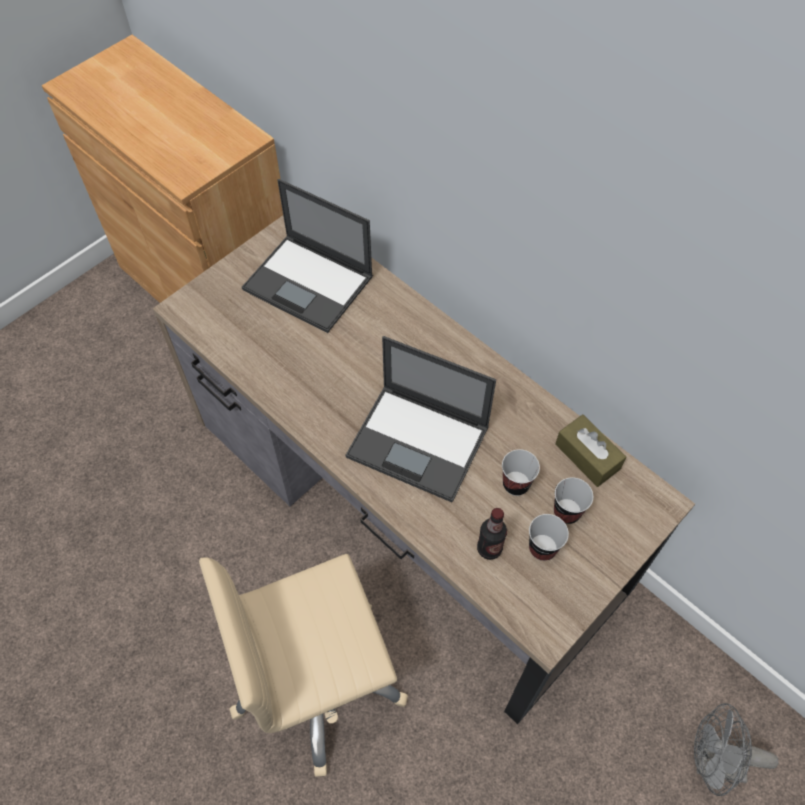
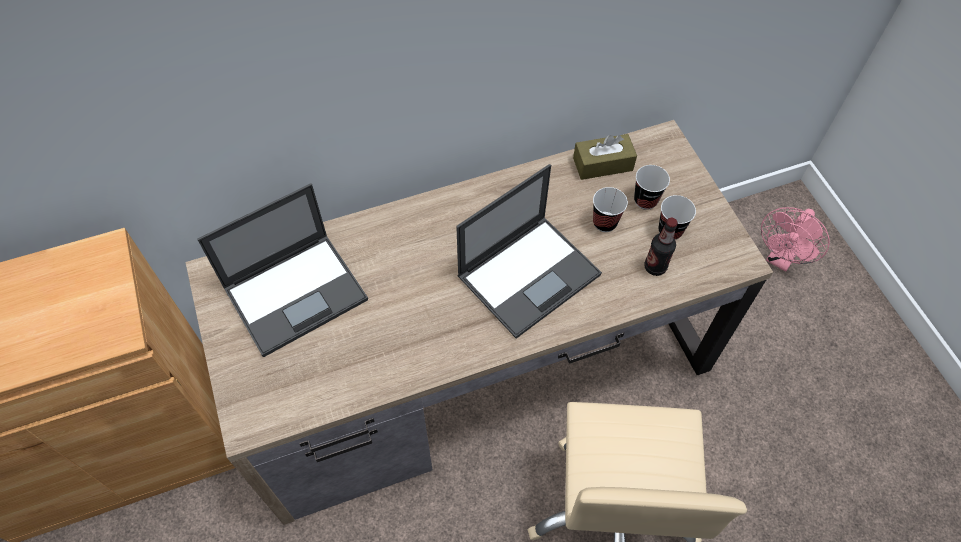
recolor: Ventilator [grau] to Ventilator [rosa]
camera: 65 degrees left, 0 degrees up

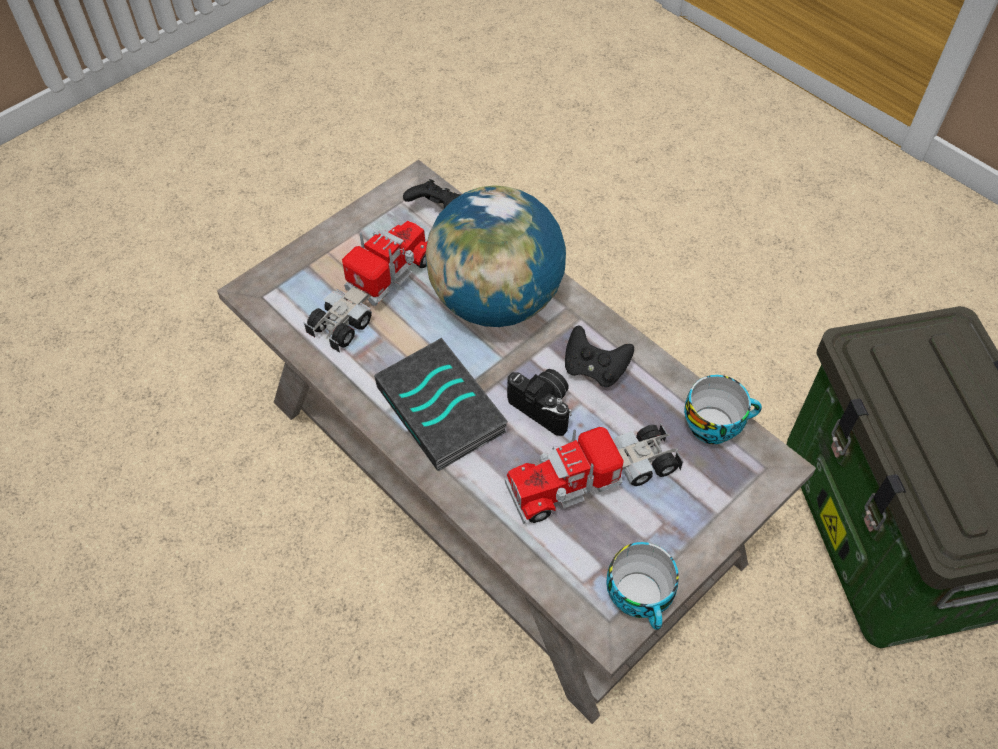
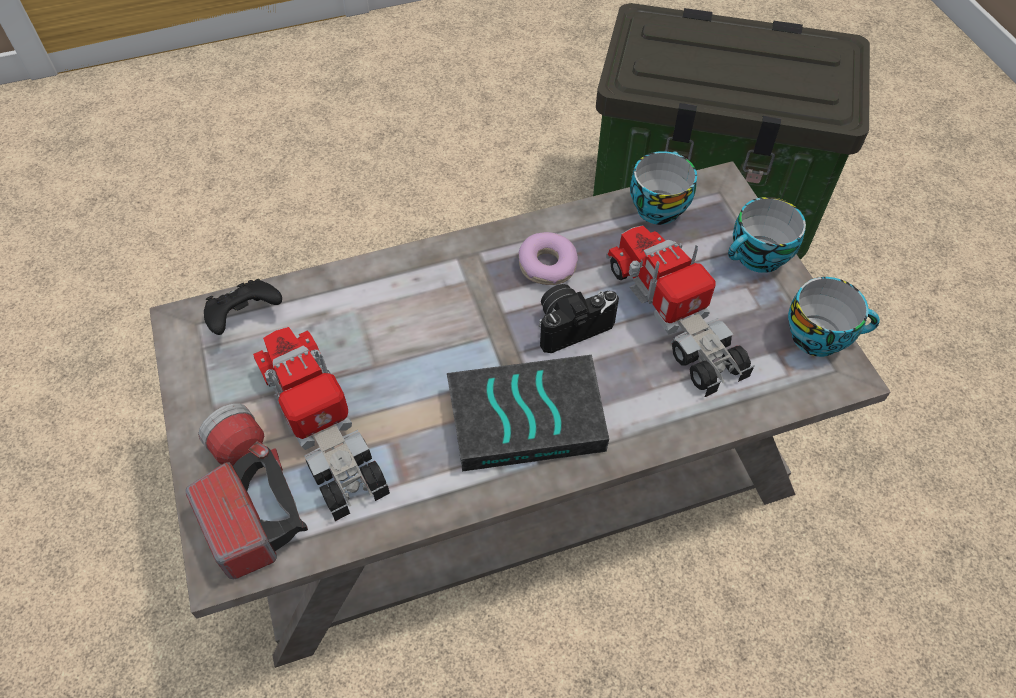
delete: Globus
insert: Taschenlampe; Tasse (2nd from left)
replace: Gamepad [schwarz] (2nd from left) to Donut
rotate: Spielzeuglaster (2nd from left) 150 degrees clockwise
camera: 65 degrees left, 0 degrees up

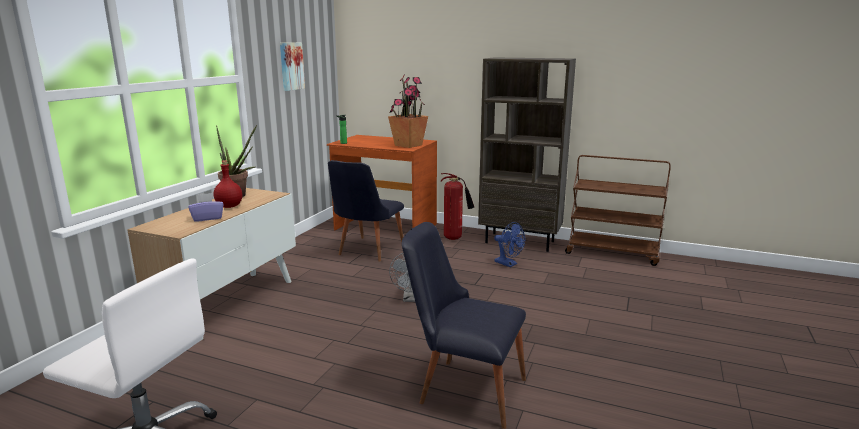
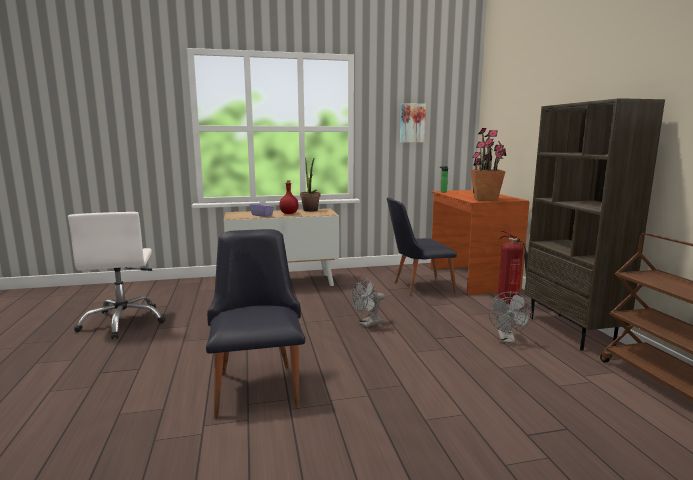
recolor: Ventilator [blau] to Ventilator [grau] (2nd from left)
camera: 55 degrees right, 5 degrees down

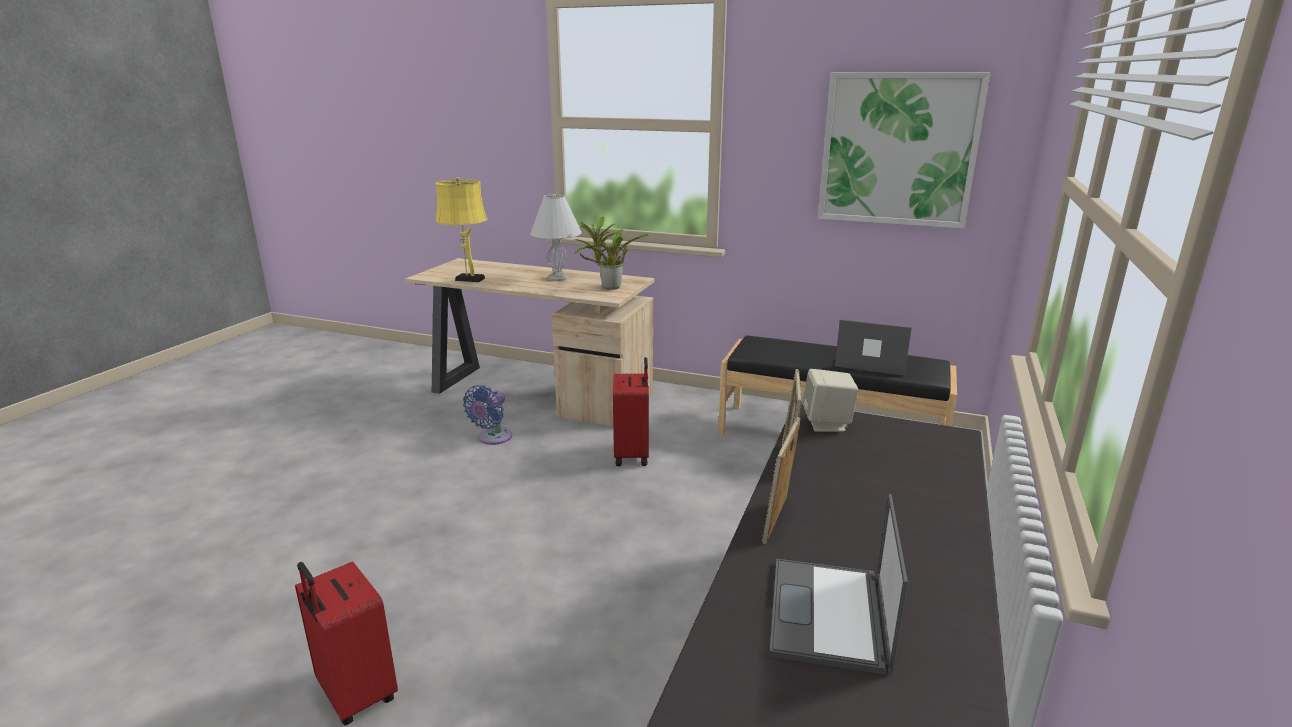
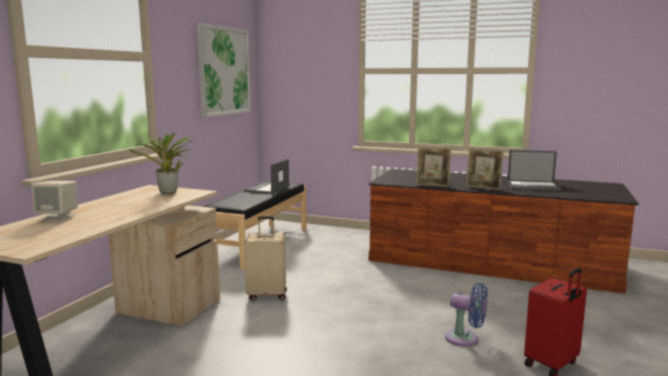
delete: Tischlampe [gelb]; Tischlampe [weiß]
move: Lautsprecher [beige]; Ventilator [blau]
recolor: Koffer [rot] (2nd from left) to Koffer [beige]
camera: 90 degrees left, 10 degrees down

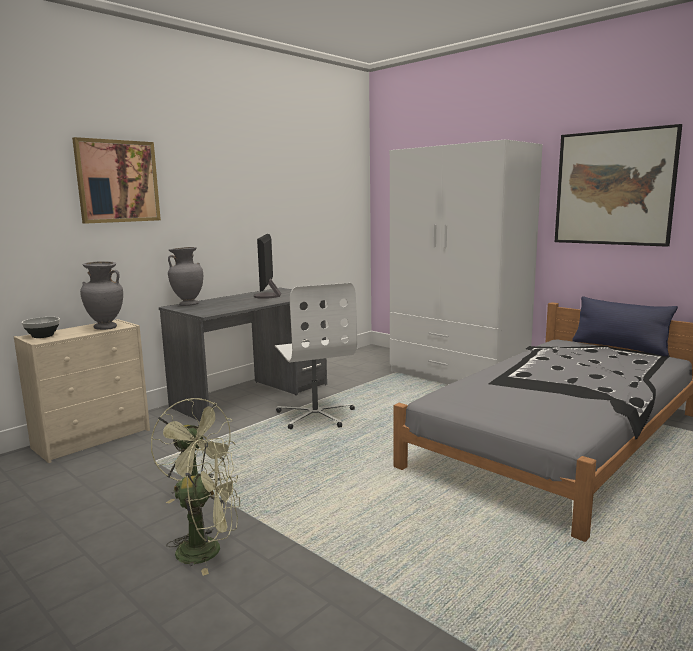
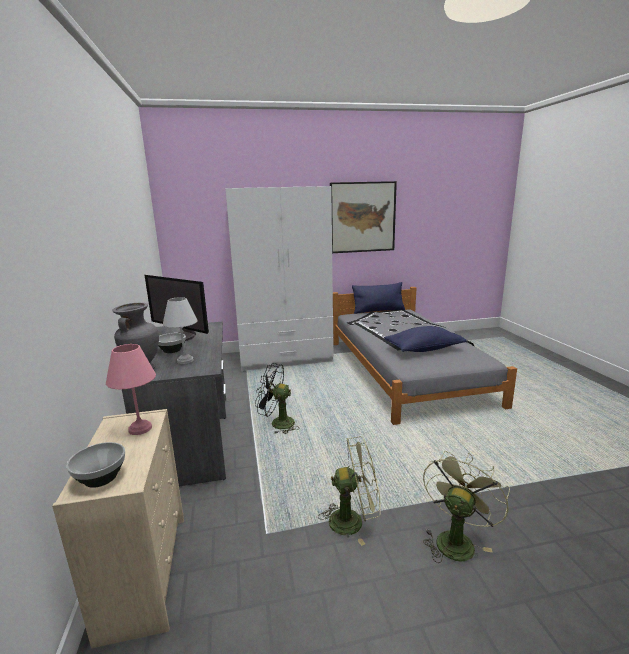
delete: Bild (1st from left)
insert: Schüssel (2nd from left); Tischlampe [weiß]; Kissen [blau] (2nd from left)
replace: Vase [grau] (1st from left) to Tischlampe [rosa]; Bürostuhl [weiß] to Ventilator [schwarz]
camera: 55 degrees left, 5 degrees up

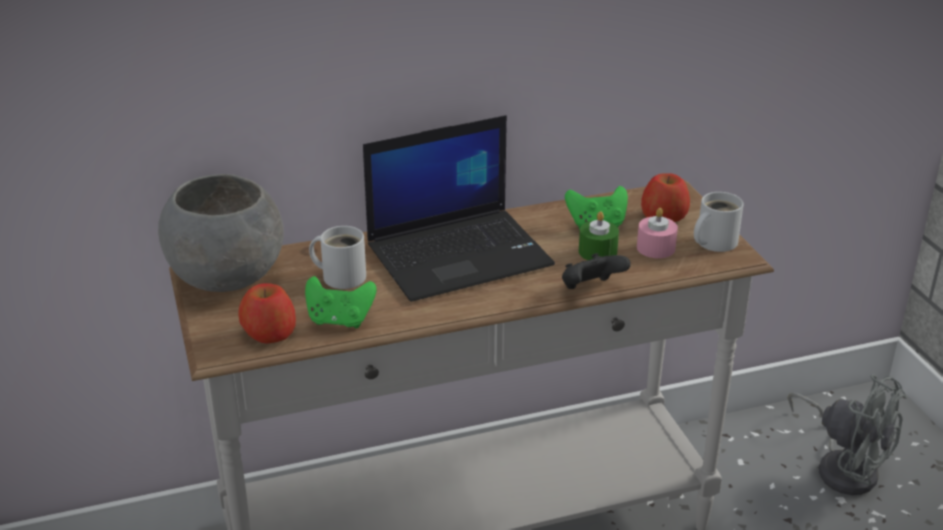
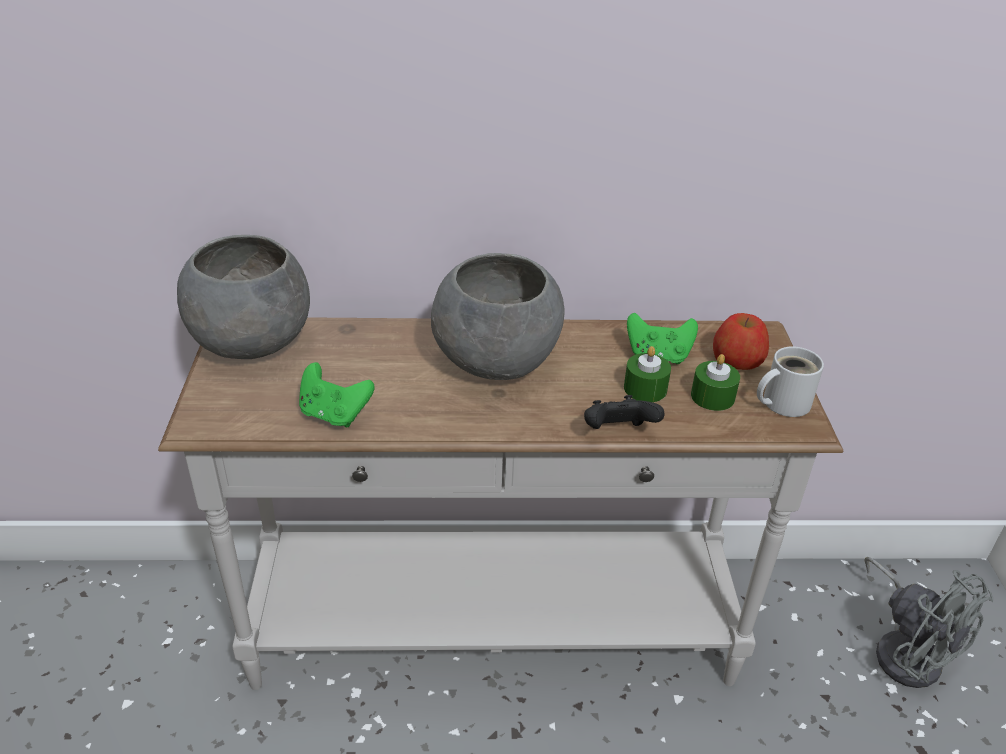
delete: Apfel (1st from left); Henkelbecher [weiß] (1st from left)
replace: Laptop to Schüssel [grau] (2nd from left)
recolor: Kerze [rosa] to Kerze [grün] (2nd from left)
camera: 15 degrees right, 5 degrees up

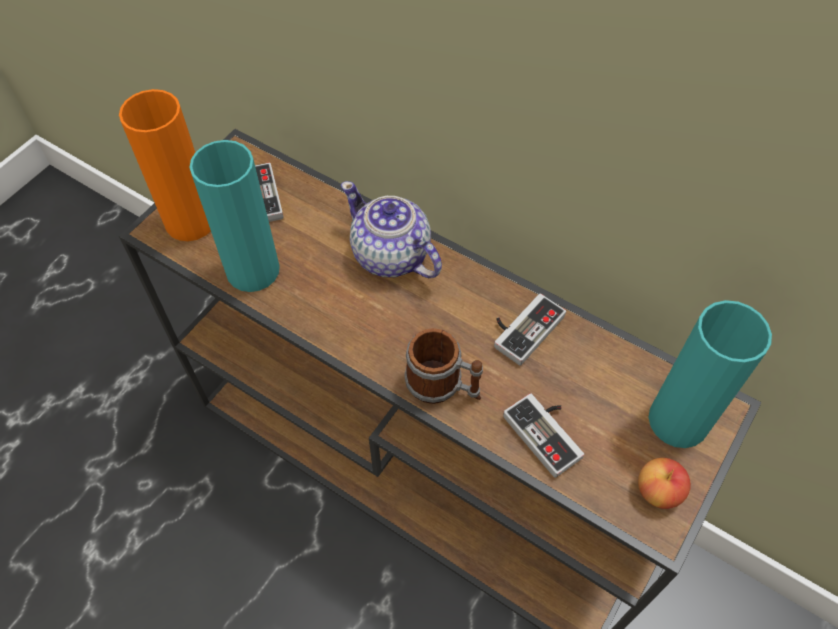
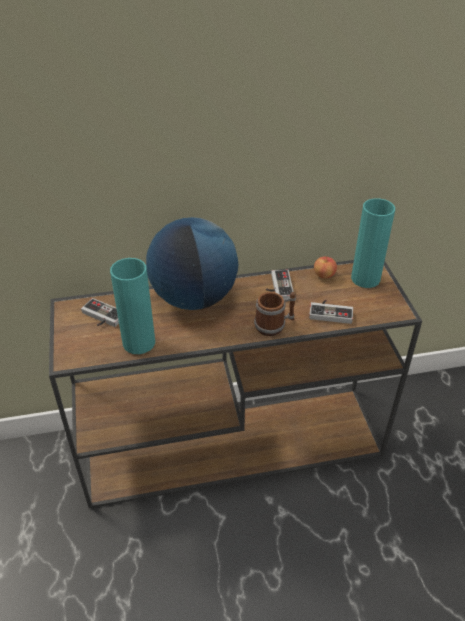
delete: Vase [orange]
move: Apfel
replace: Teekanne to Globus
camera: 45 degrees left, 15 degrees down

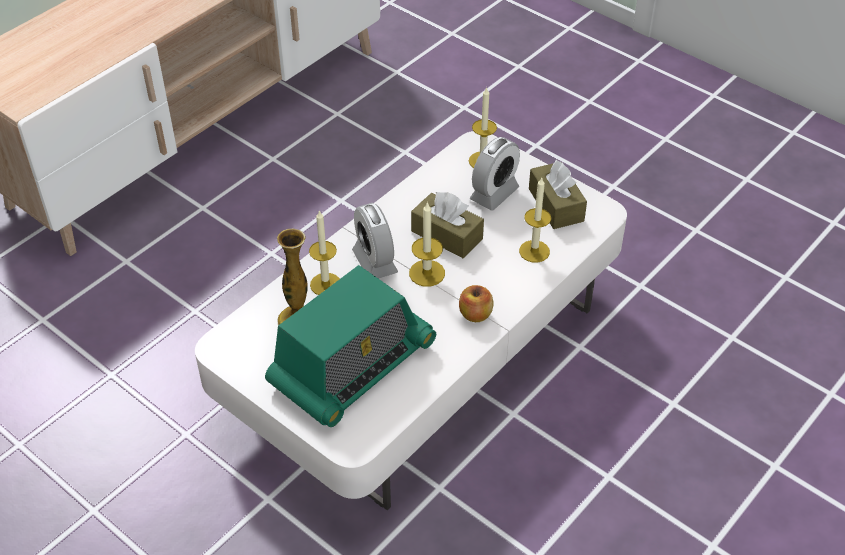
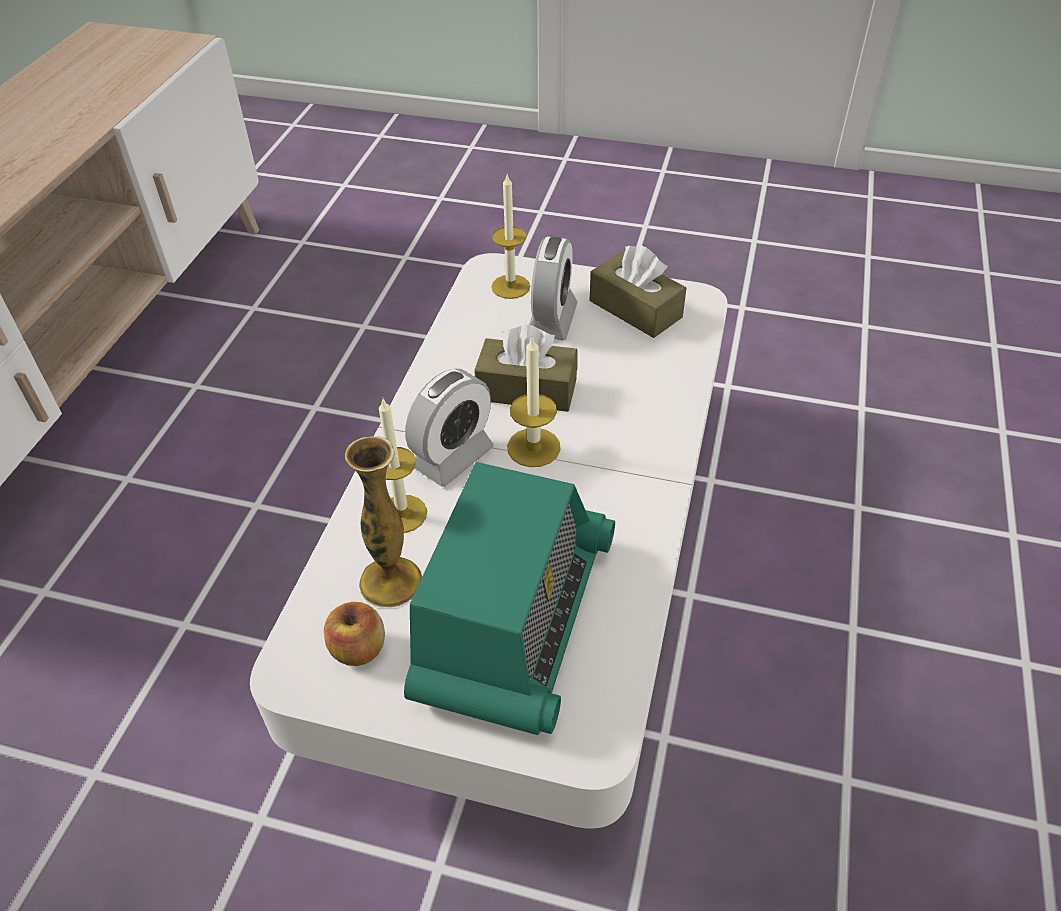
delete: Kerze (4th from left)
move: Apfel
rotate: Wecker (1st from left) 90 degrees counterclockwise
camera: 25 degrees left, 0 degrees up

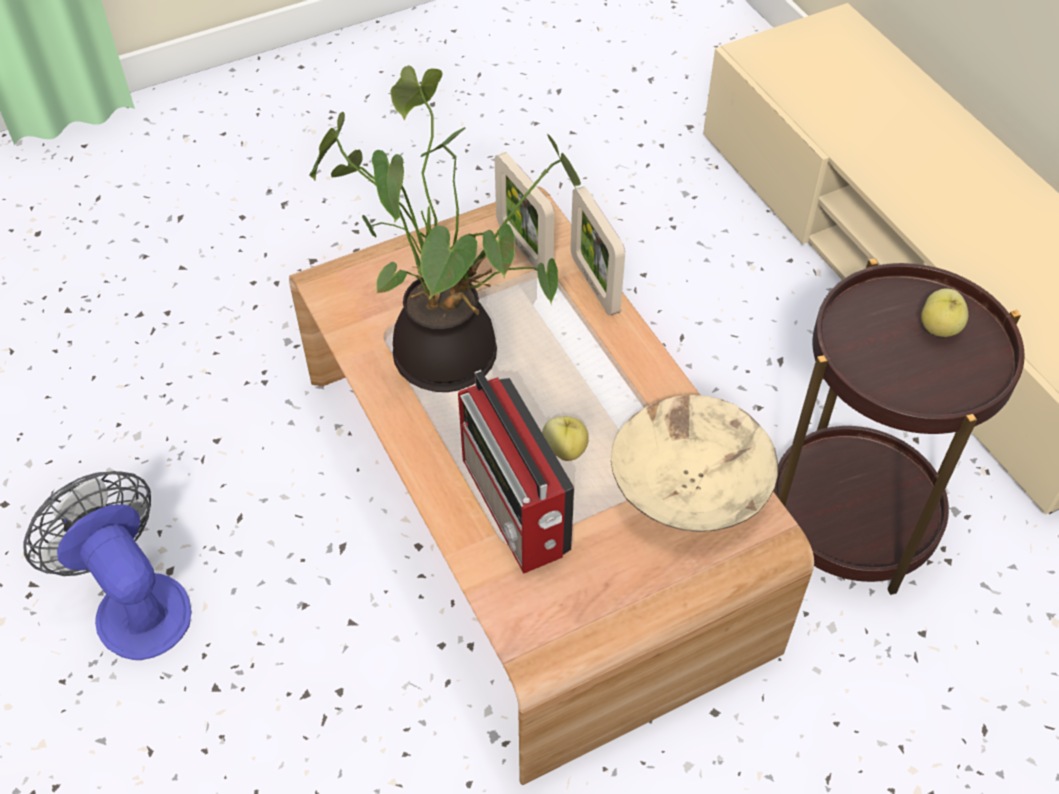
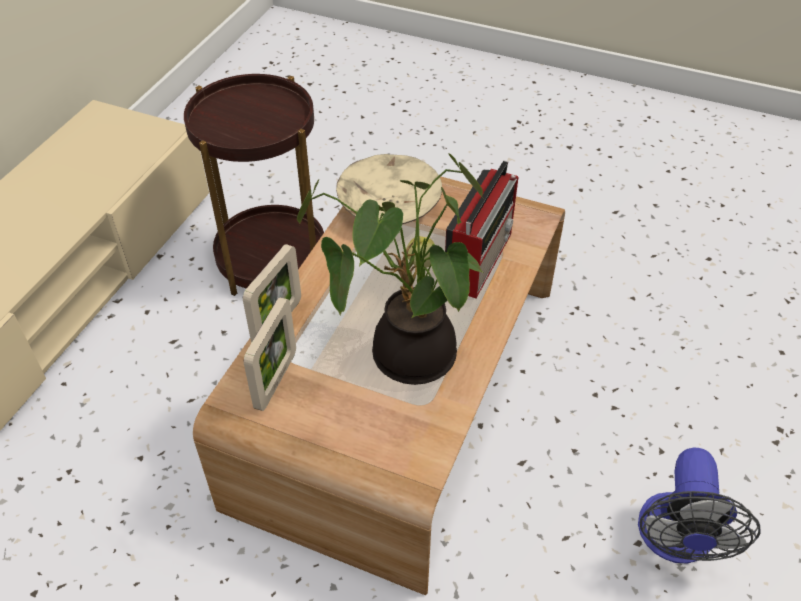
delete: Apfel (2nd from left)
camera: 130 degrees left, 5 degrees down

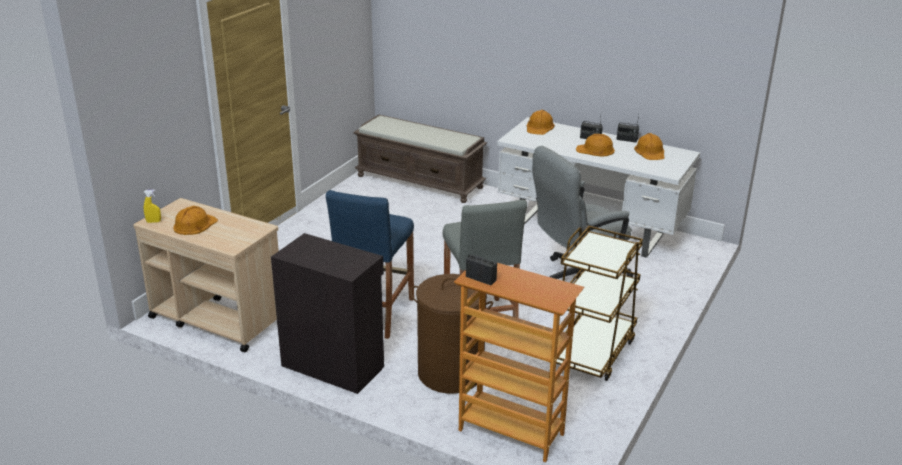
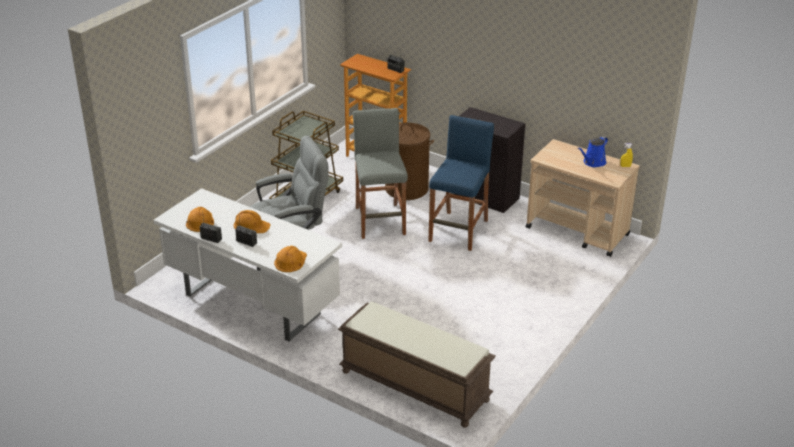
replace: Schutzhelm [orange] (1st from left) to Gießkanne [blau]
camera: 175 degrees left, 5 degrees up

